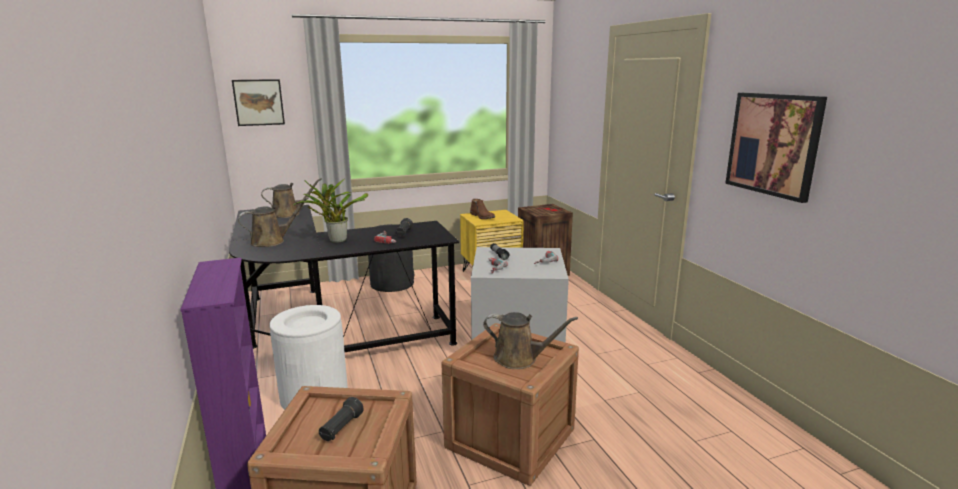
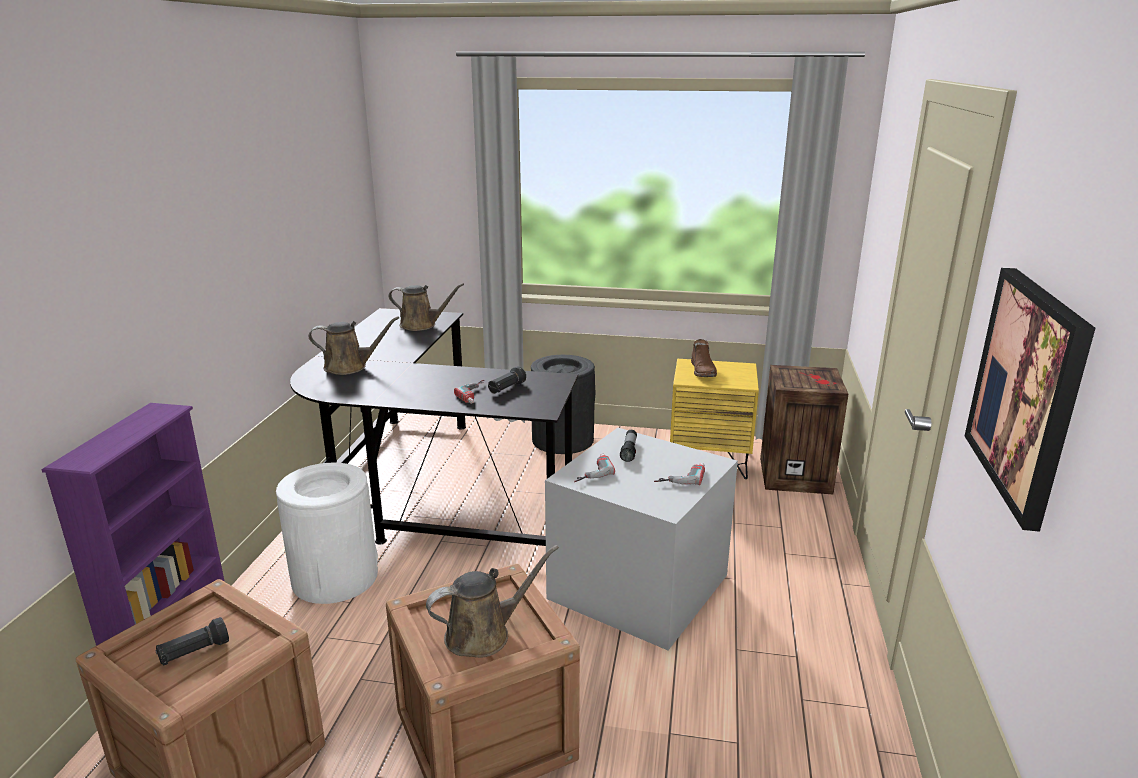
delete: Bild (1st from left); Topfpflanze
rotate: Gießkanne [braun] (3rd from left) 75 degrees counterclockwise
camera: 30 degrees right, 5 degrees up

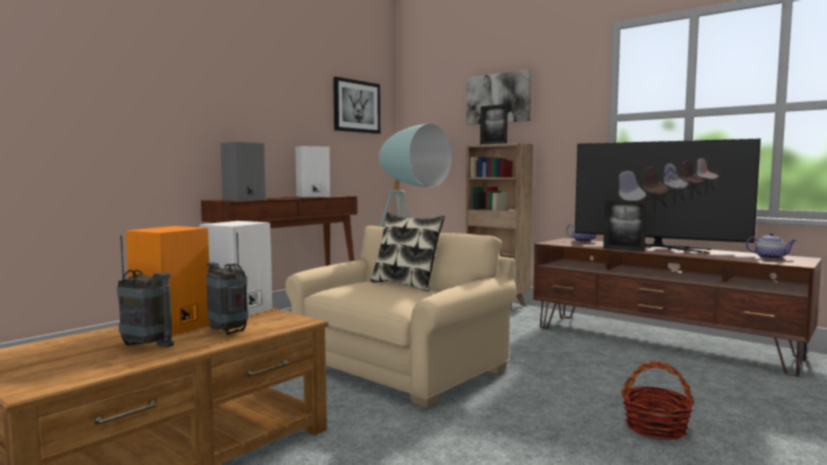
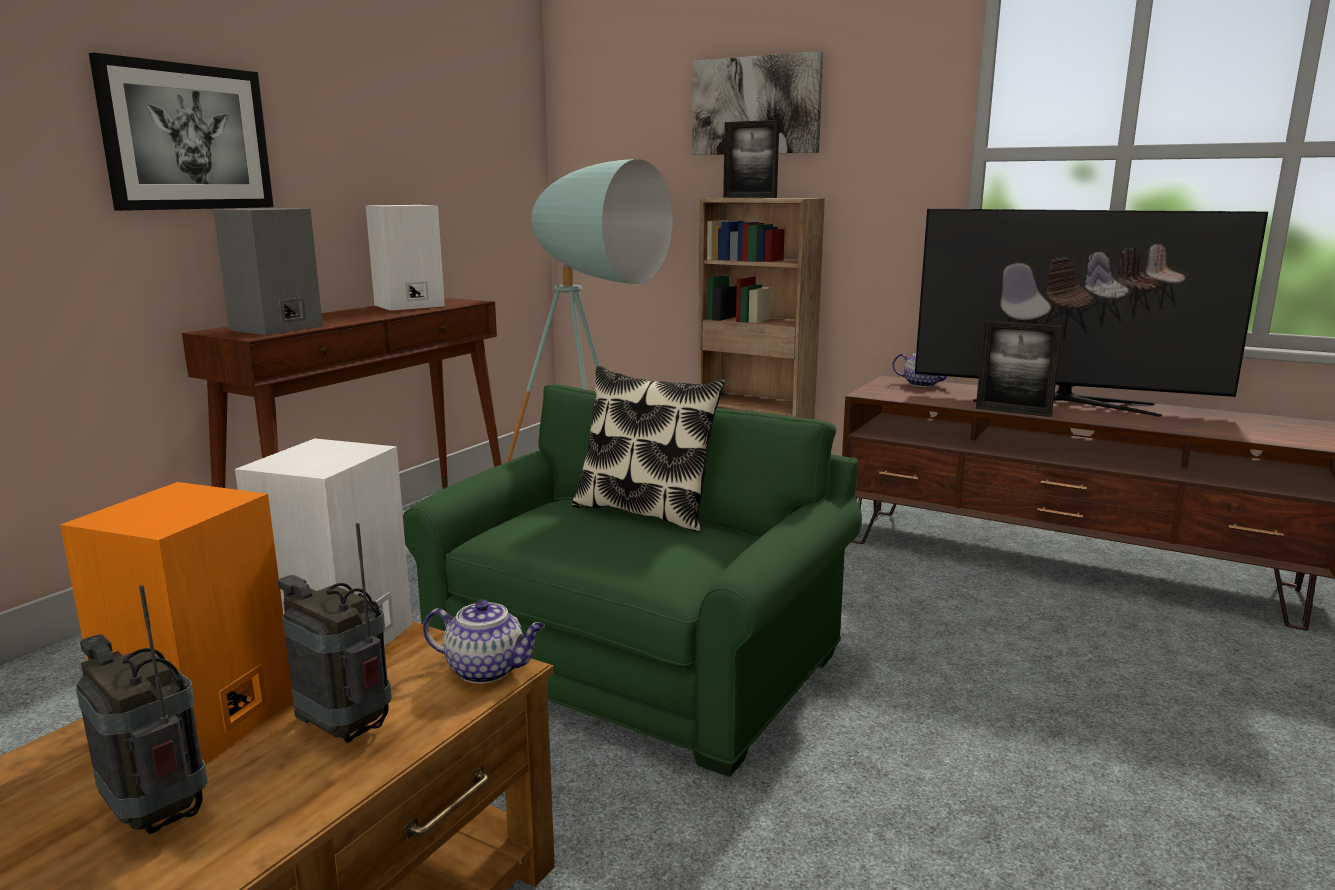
delete: Korb
move: Bild (1st from left); Teekanne (2nd from left in the first image) to Teekanne (1st from left)
recolor: Sessel [beige] to Sessel [grün]
rotate: Radio (1st from left) 150 degrees counterclockwise
camera: 10 degrees left, 10 degrees up

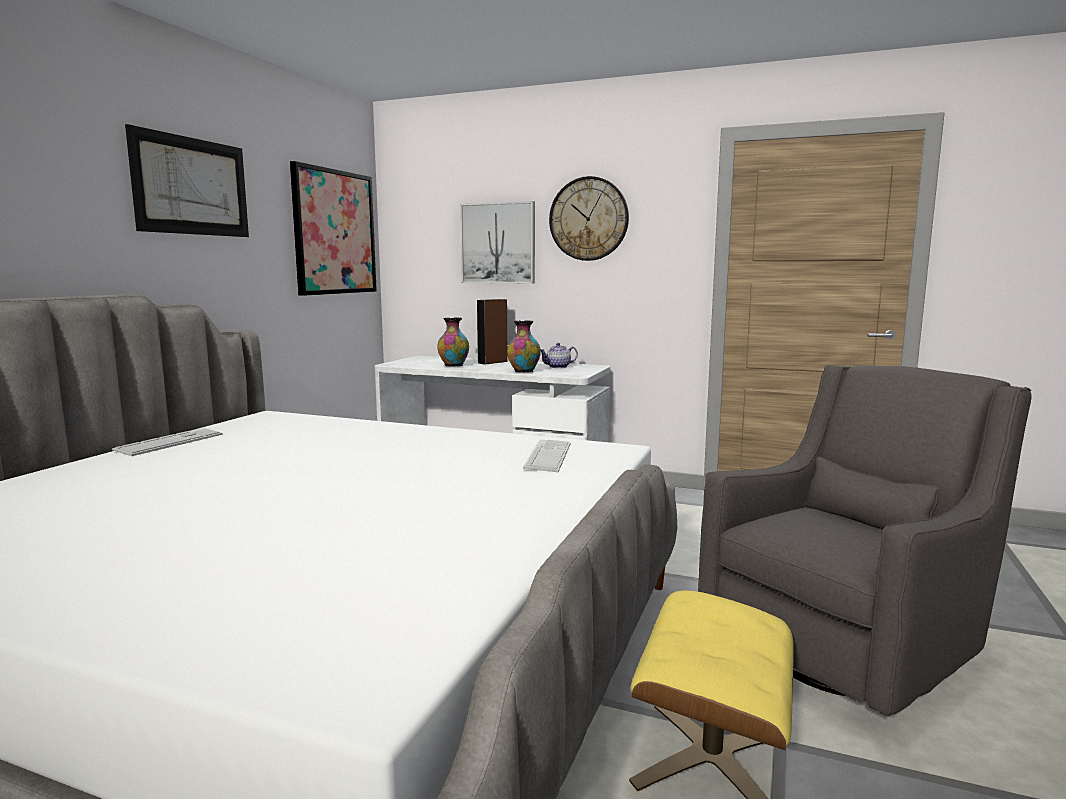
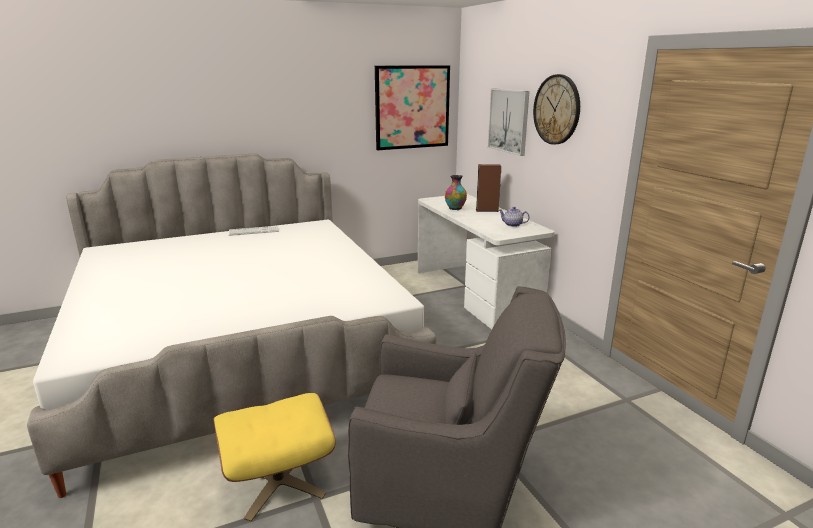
delete: Bild (1st from left); Vase (2nd from left); Tastatur (2nd from left)
camera: 45 degrees right, 10 degrees up

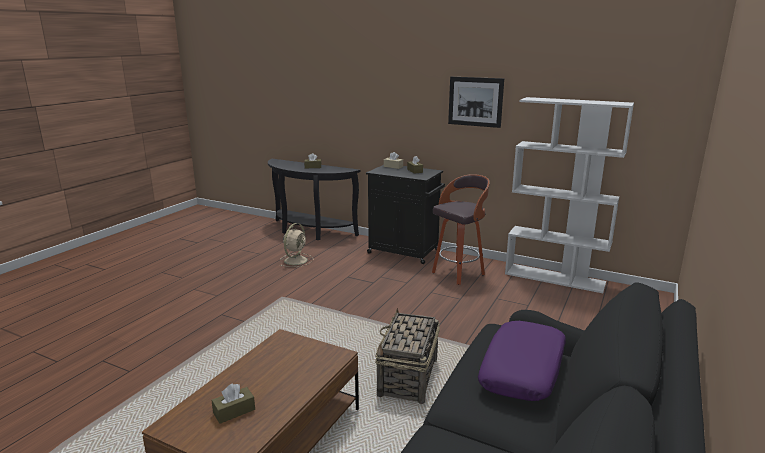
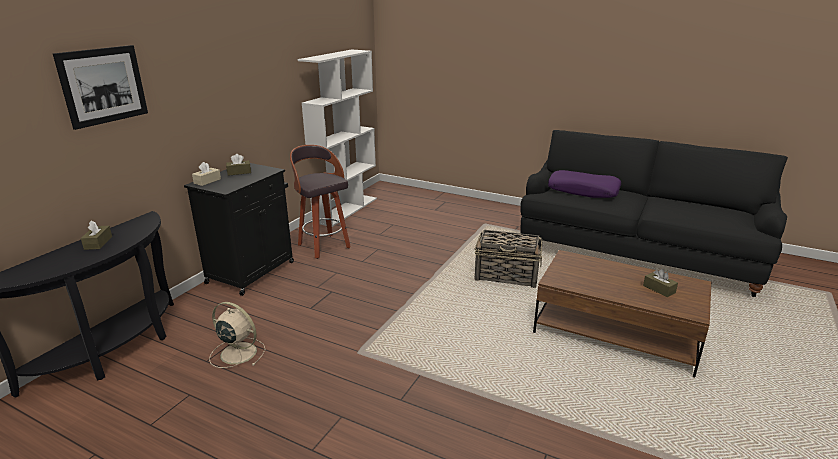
move: Bild
camera: 90 degrees left, 5 degrees up

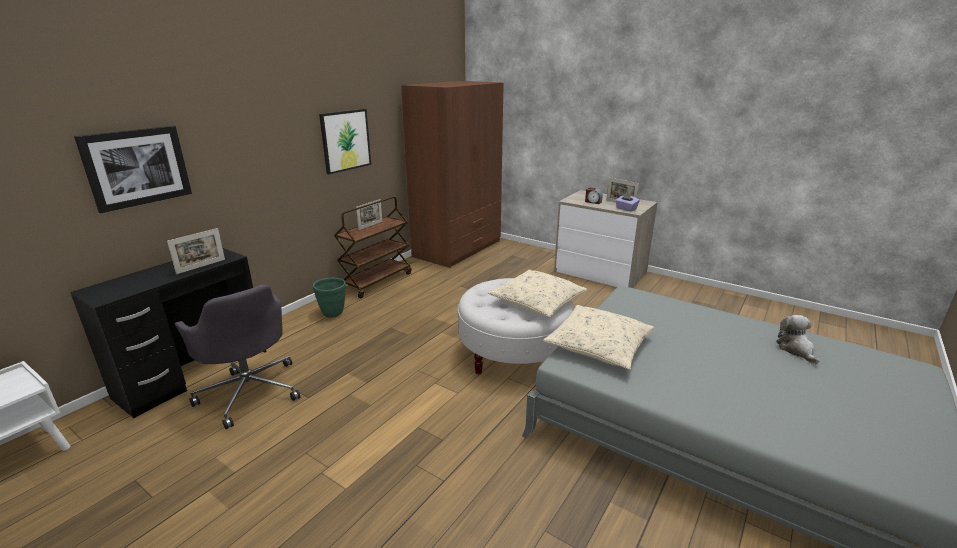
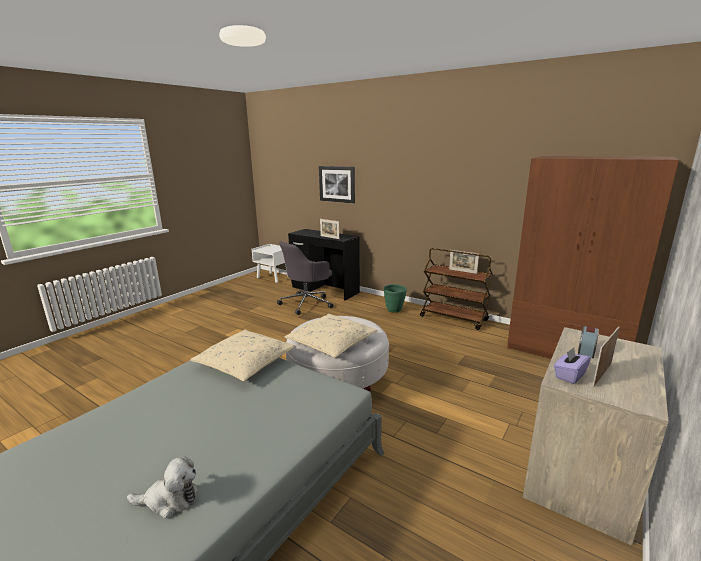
delete: Bild (2nd from left)
camera: 90 degrees right, 5 degrees down

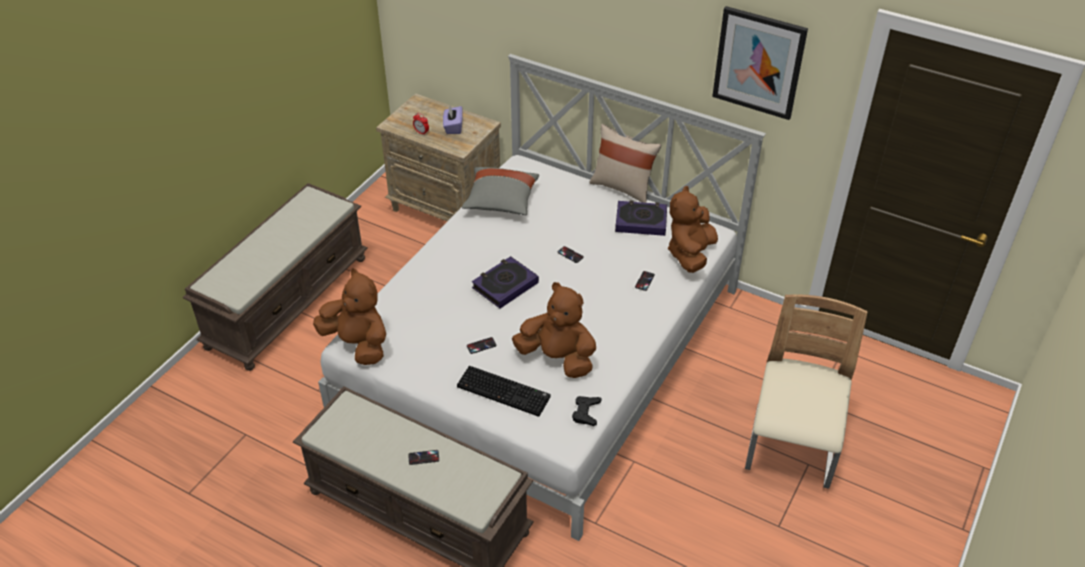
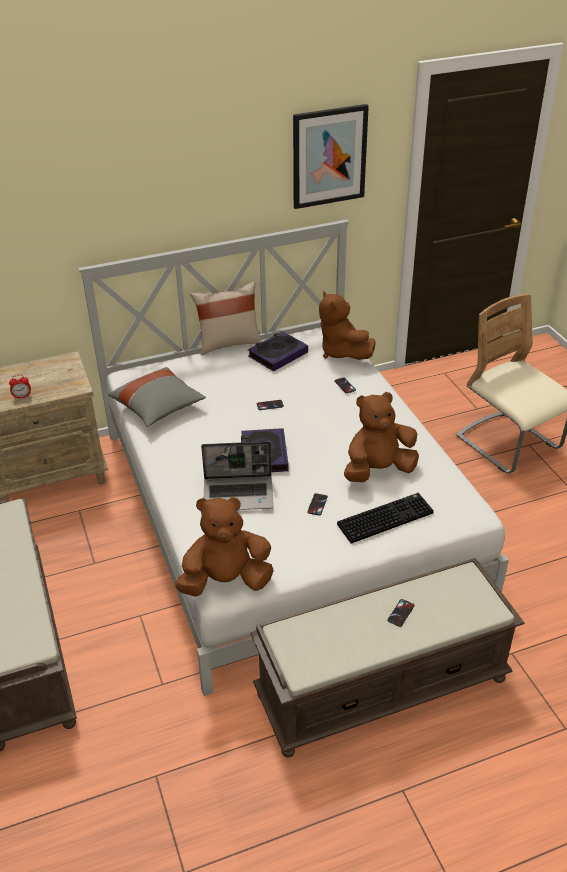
delete: Taschentuchbox [lila]; Gamepad [schwarz]
insert: Laptop
camera: 50 degrees left, 5 degrees down

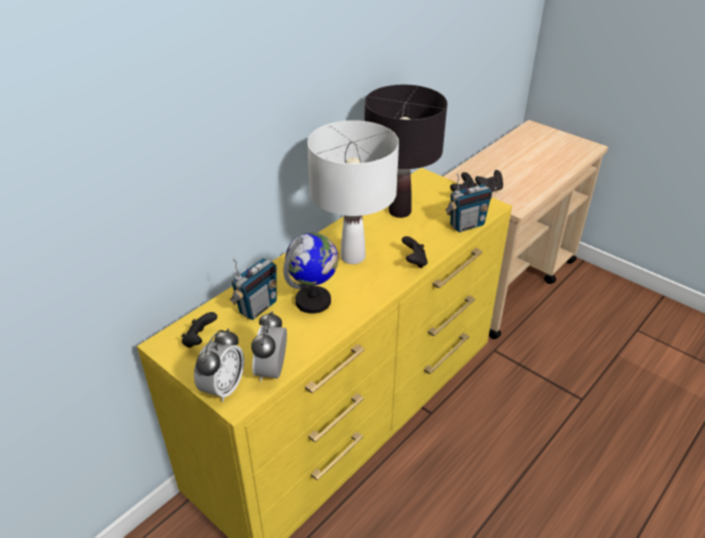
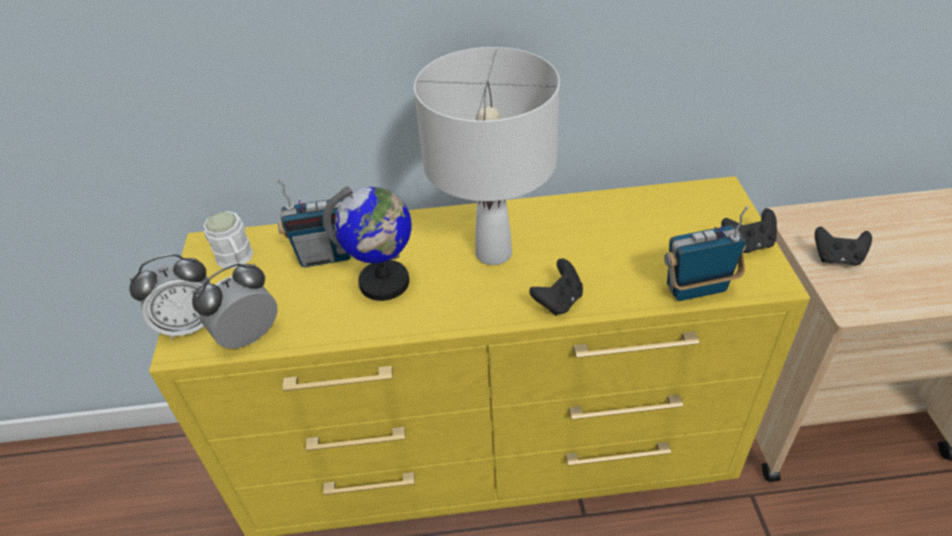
delete: Tischlampe [schwarz]
replace: Gamepad [schwarz] (1st from left) to Henkelbecher [weiß]
rotate: Radio (2nd from left) 150 degrees clockwise
camera: 45 degrees right, 5 degrees up

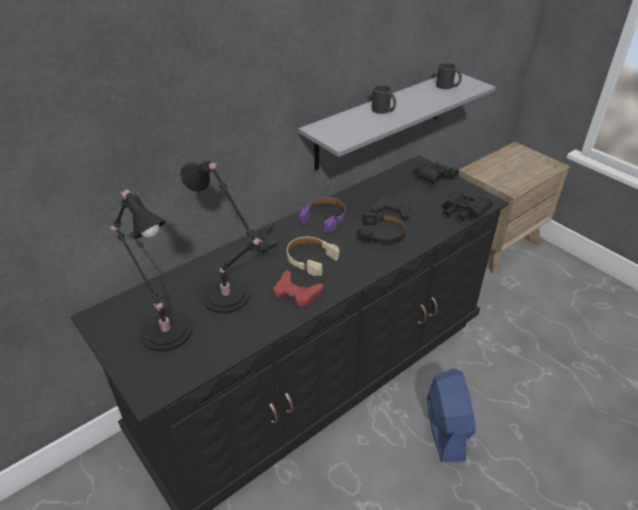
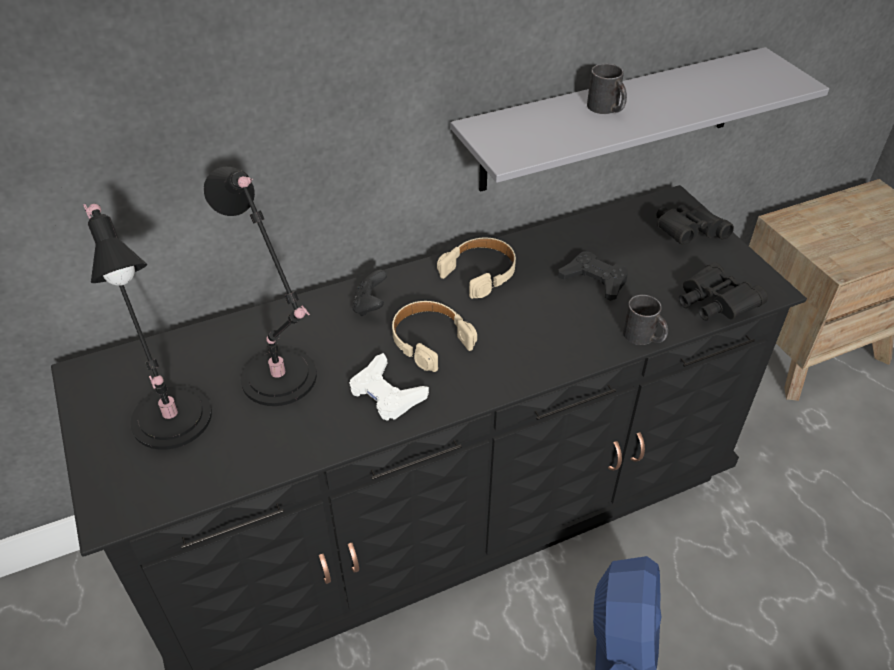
delete: Kopfhörer [schwarz]
move: Henkelbecher [schwarz] (2nd from left)
recolor: Gamepad [rot] to Gamepad [weiß]; Kopfhörer [lila] to Kopfhörer [beige] (2nd from left)
camera: 15 degrees right, 5 degrees up

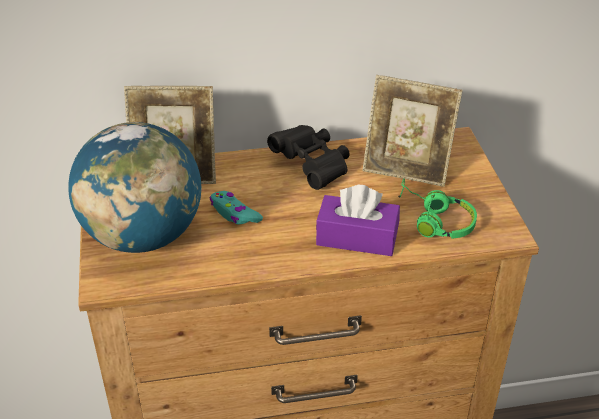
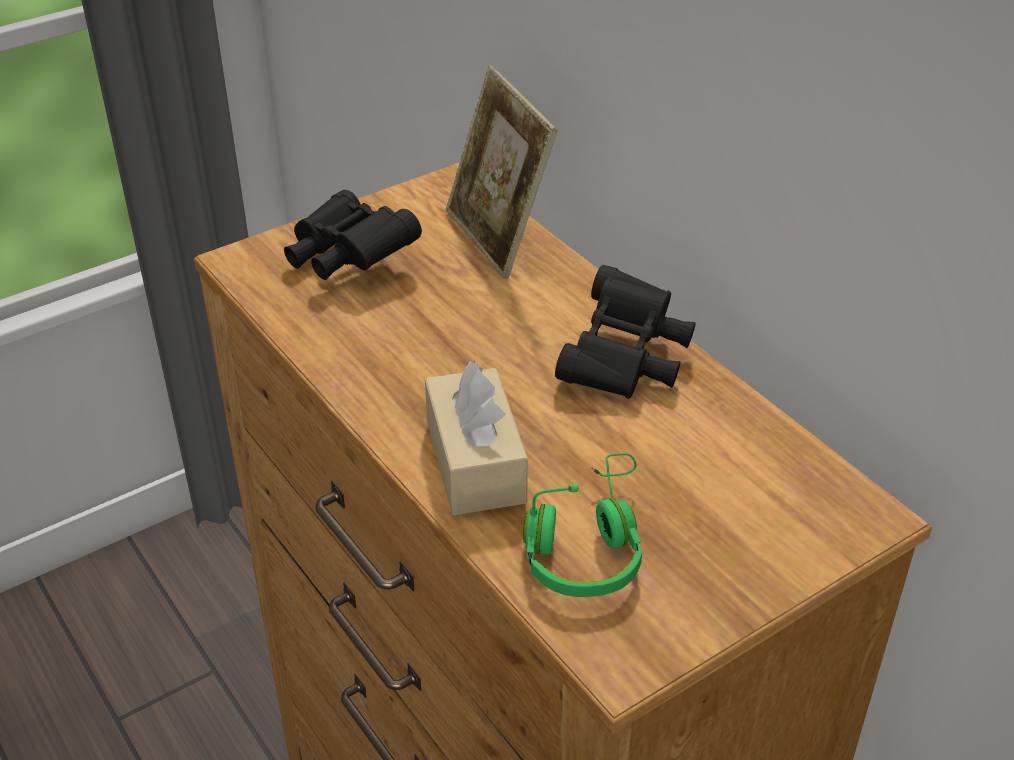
delete: Gamepad [türkis]; Bilderrahmen (2nd from left)
replace: Globus to Fernglas [schwarz] (1st from left)
recolor: Taschentuchbox [lila] to Taschentuchbox [beige]
camera: 65 degrees right, 0 degrees up

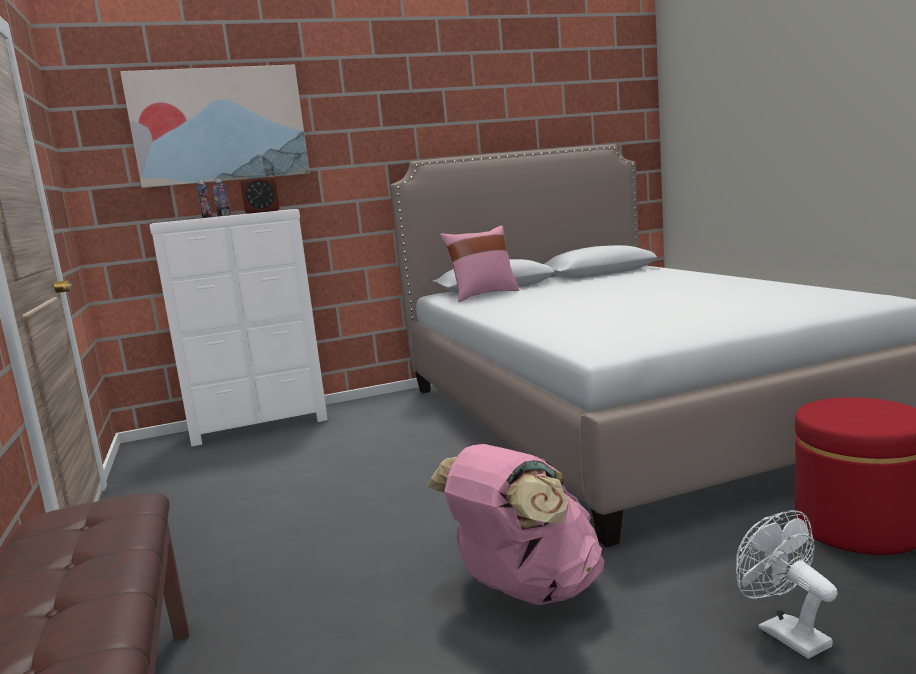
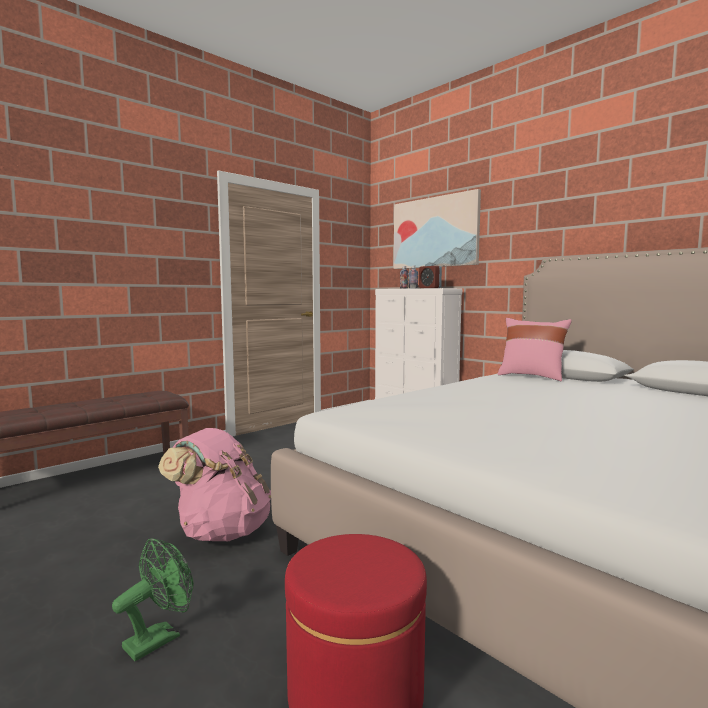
recolor: Ventilator [weiß] to Ventilator [grün]
camera: 65 degrees right, 5 degrees down

